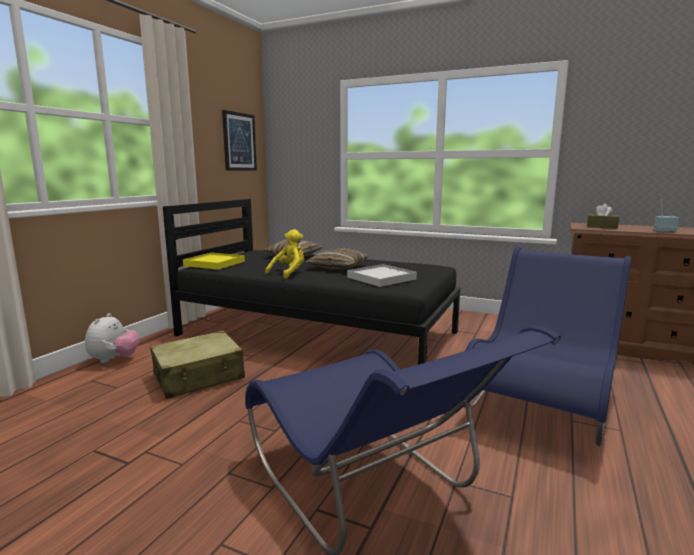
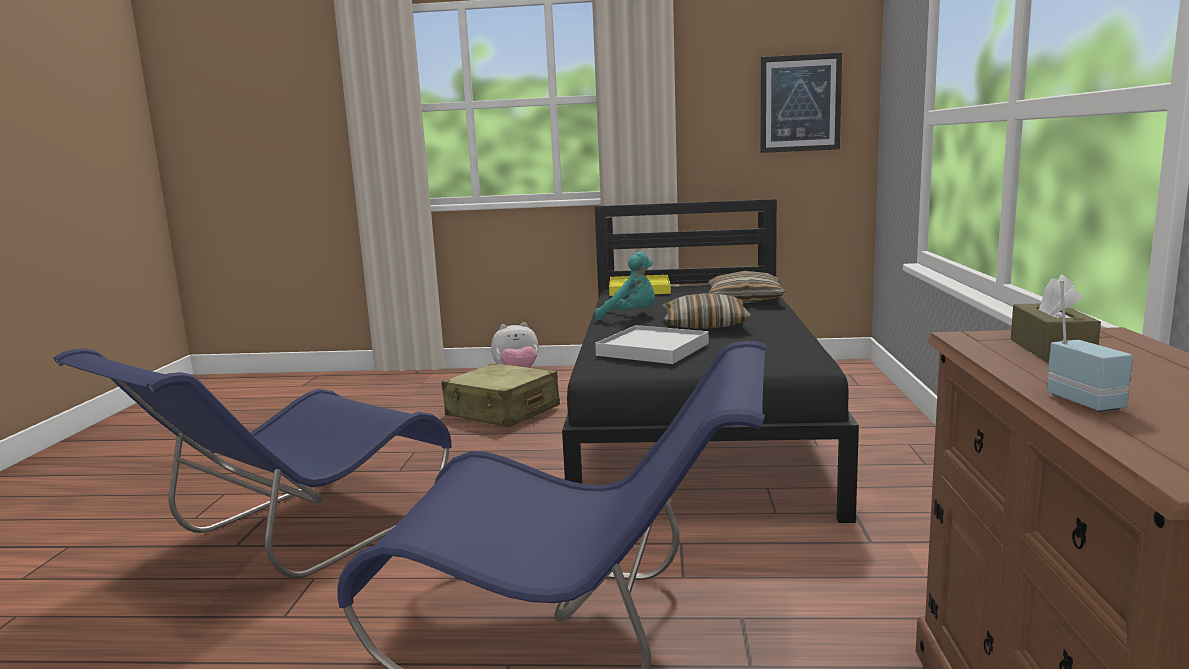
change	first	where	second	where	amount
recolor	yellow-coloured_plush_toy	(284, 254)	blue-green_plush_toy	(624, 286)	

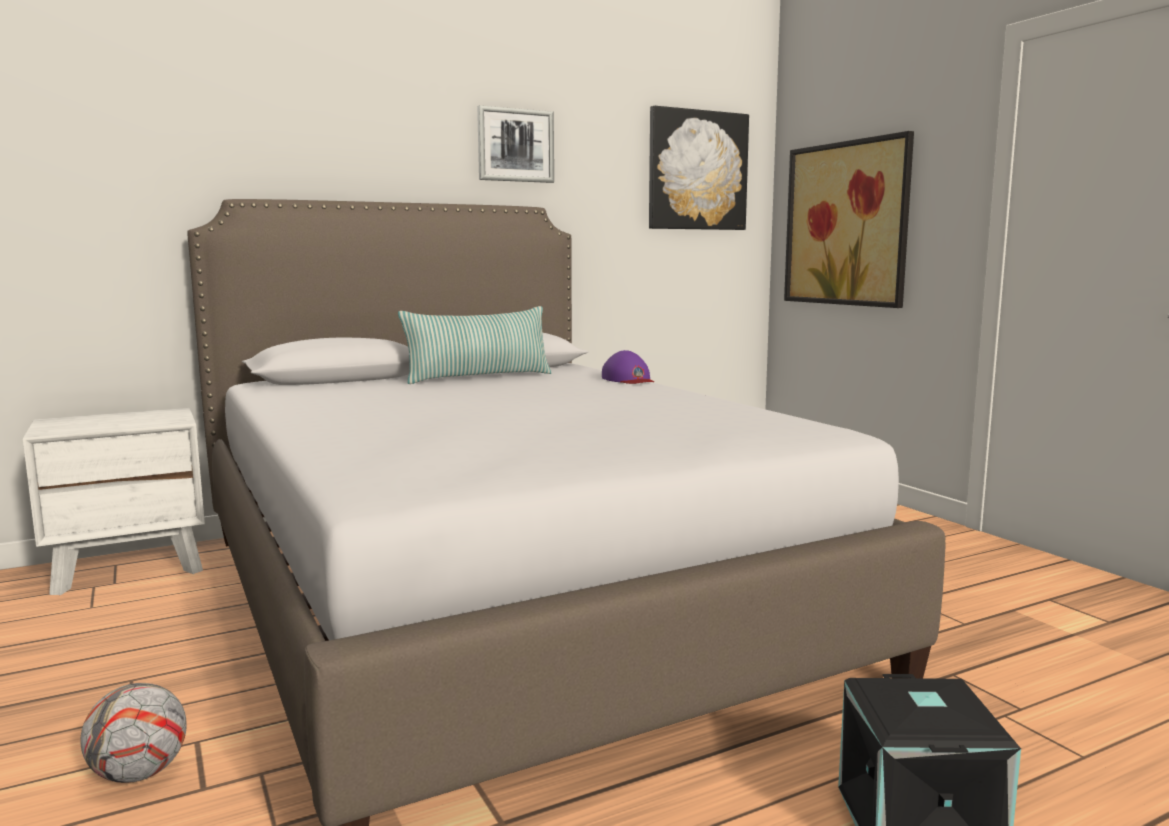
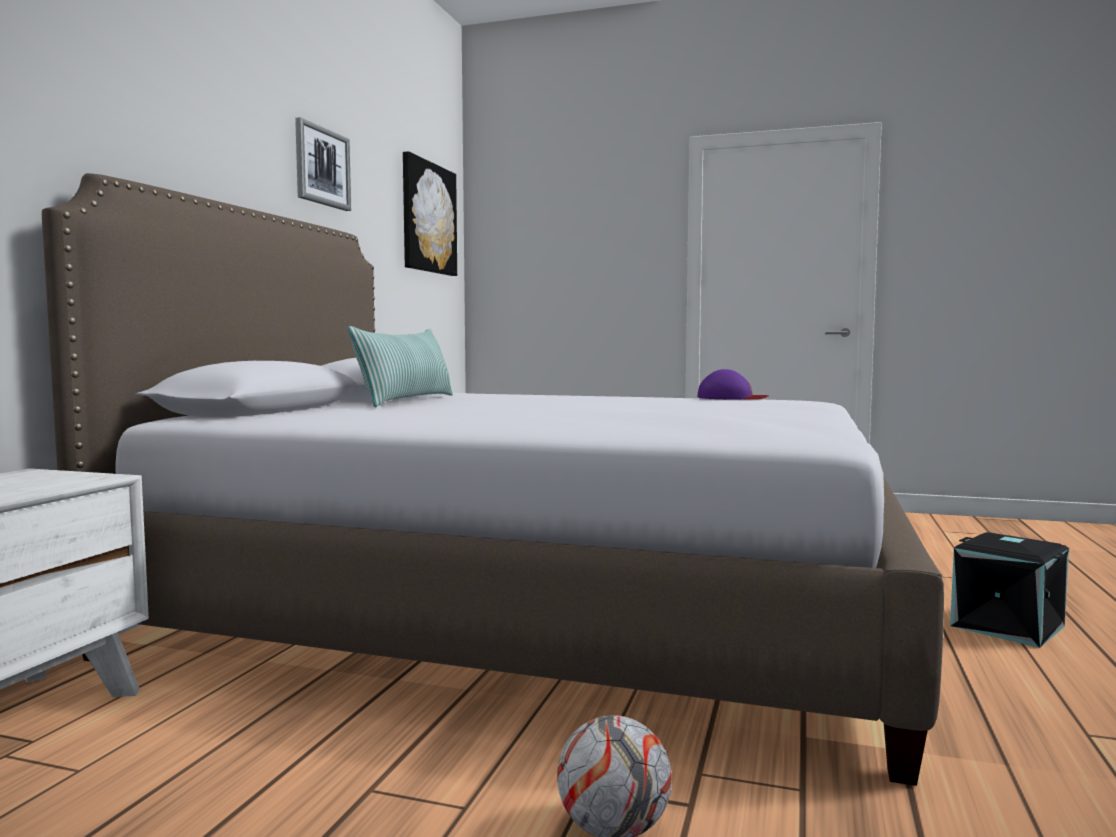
change	first	where	second	where	amount
move	purple_baseball_cap	(628, 367)		(733, 384)	
delete	wall_picture	(849, 219)			

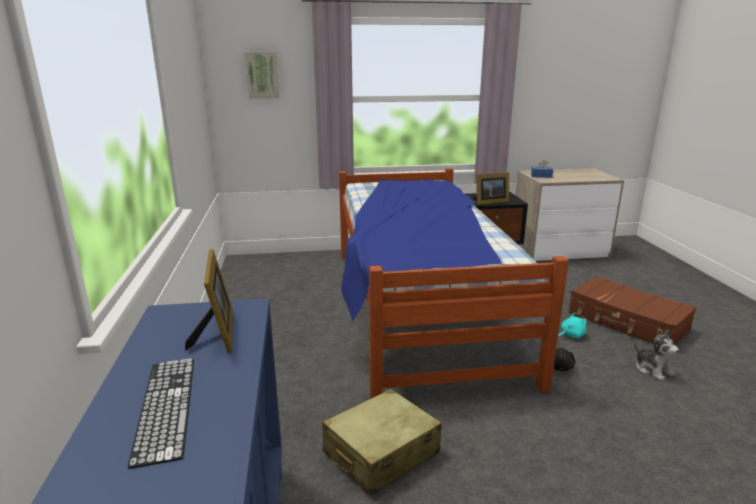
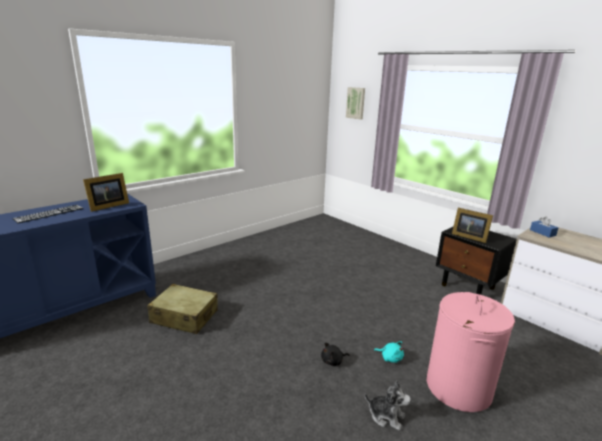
change	first	where	second	where	amount
rotate	plush_toy	(656, 355)		(388, 405)	90 degrees counterclockwise
replace	brownish_piece_of_luggage	(632, 310)	pink_laundry_basket	(471, 352)	
delete	bedroom_bed	(454, 283)			

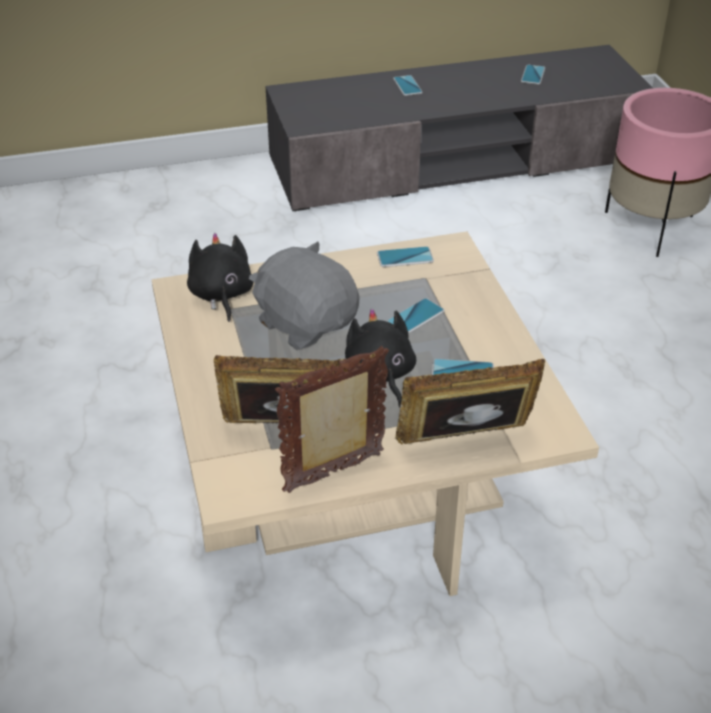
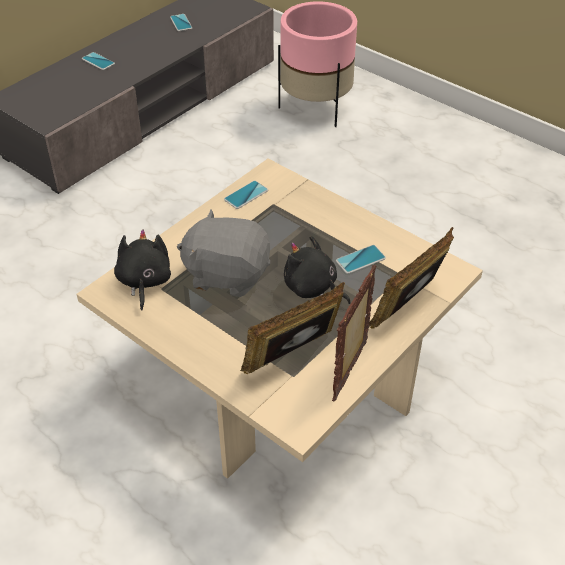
change	first	where	second	where	amount
rotate	black-coloured_plush_toy	(220, 277)		(142, 269)	45 degrees clockwise
delete	handset	(415, 316)			

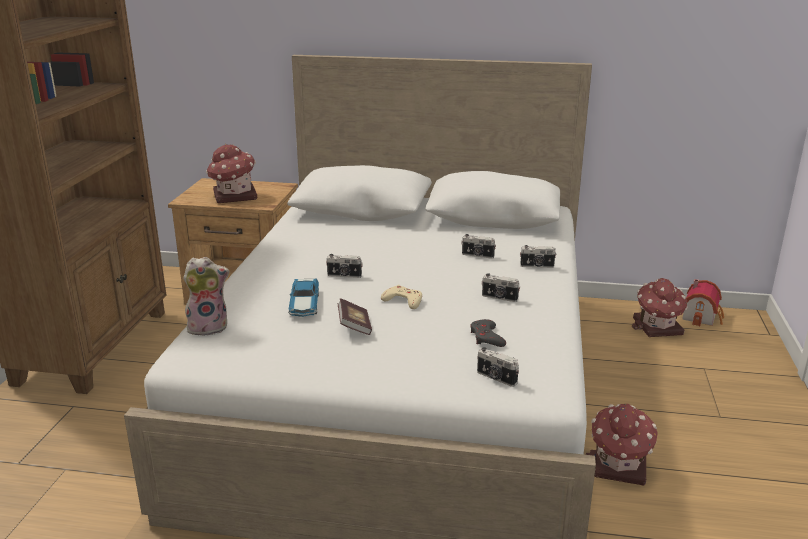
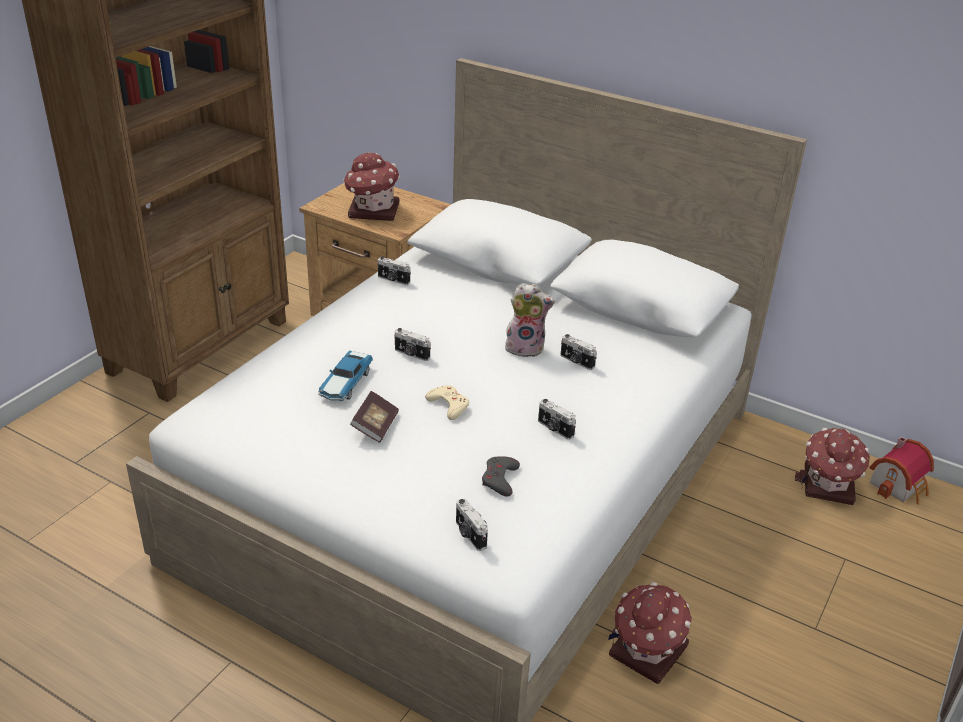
change	first	where	second	where	amount
move	still_camera	(538, 256)		(394, 270)	
move	plush_toy	(206, 296)		(530, 320)	

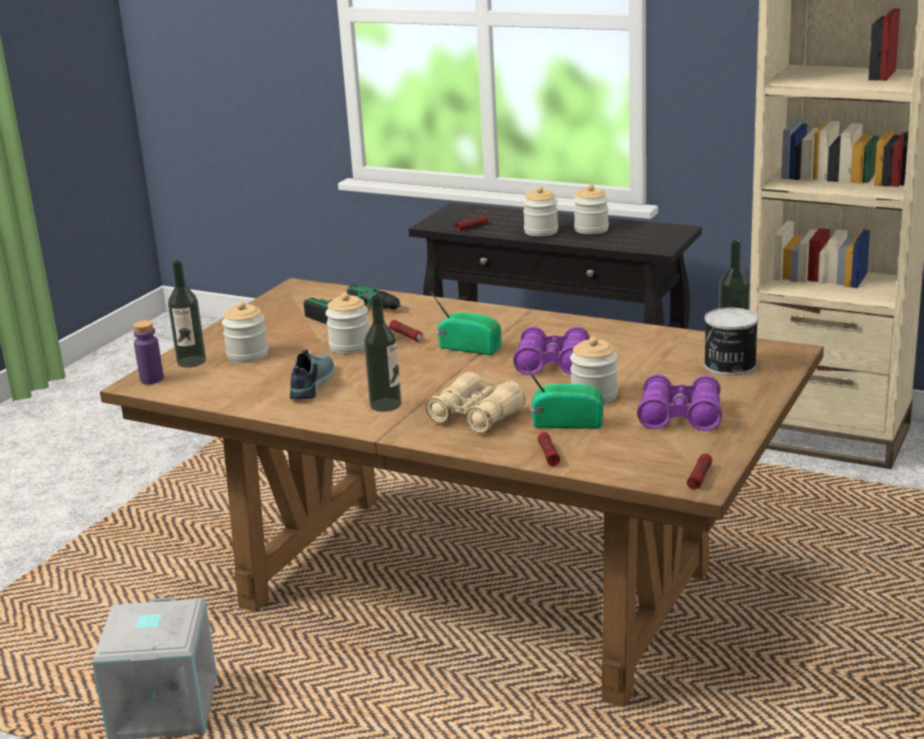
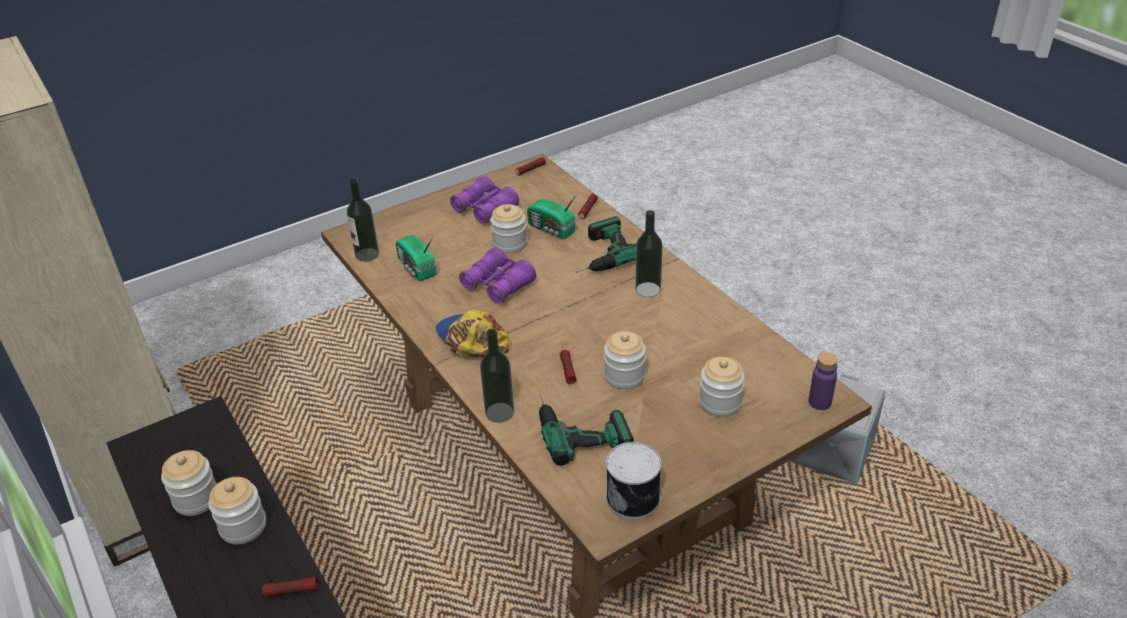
change	first	where	second	where	amount
move	radio	(465, 323)		(416, 258)	
insert			baseball_cap	(472, 333)	
move	beverage_bottle	(187, 314)		(497, 376)	
replace	beige_field_glasses	(476, 402)	drill	(606, 244)	
move	metal_can	(731, 342)		(633, 480)	
delete	low_shoe	(312, 374)			

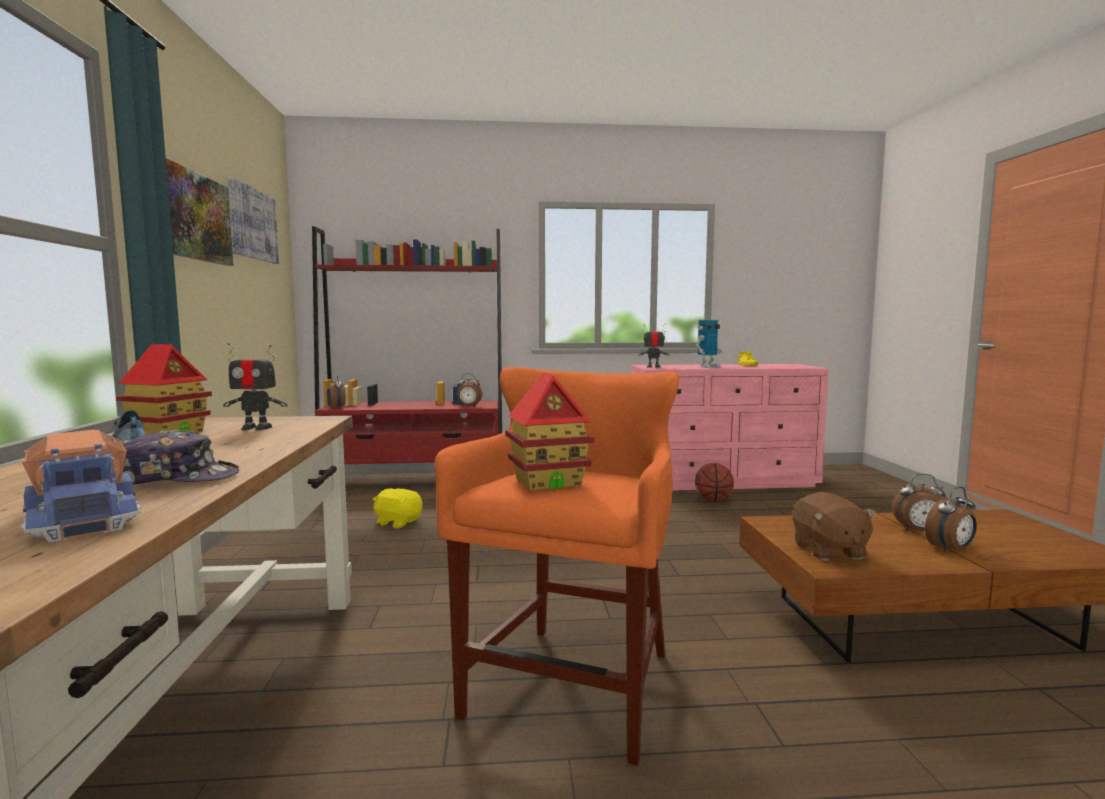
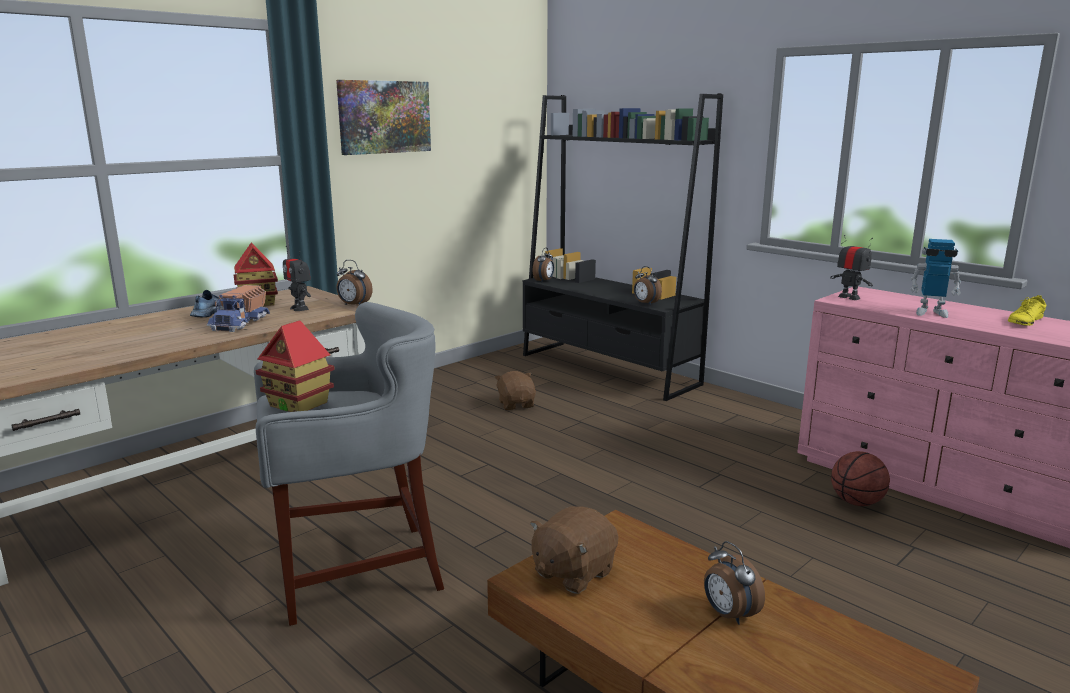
change	first	where	second	where	amount
move	toy_lorry	(81, 486)		(238, 308)	
recolor	orange-coloured_sitting_stool	(557, 566)	grey_sitting_stool	(349, 464)	
move	alarm_clock	(951, 519)		(354, 282)	
recolor	yellow-coloured_plush_toy	(397, 508)	brownish_plush_toy	(515, 390)	
recolor	red-coloured_bookcase	(407, 345)	black-coloured_bookcase	(623, 247)	
delete	baseball_cap	(181, 457)			
delete	wall_picture	(253, 220)			

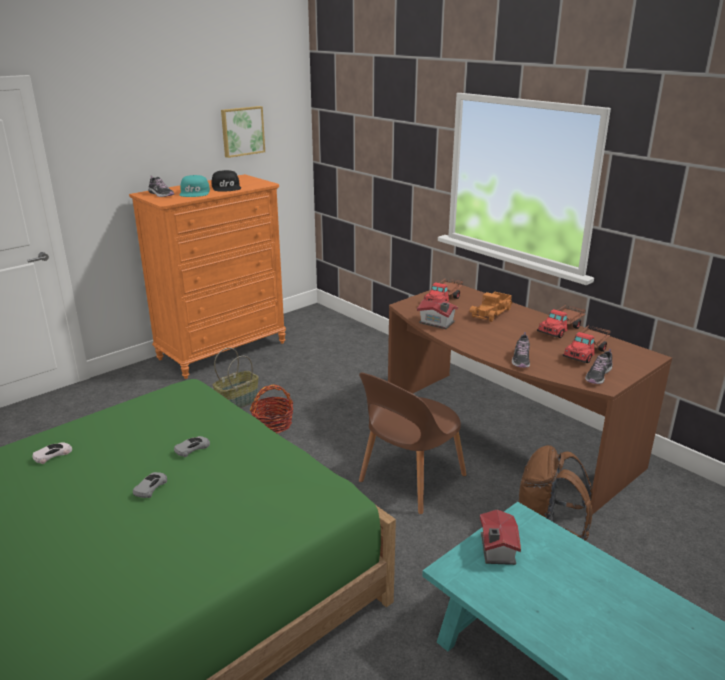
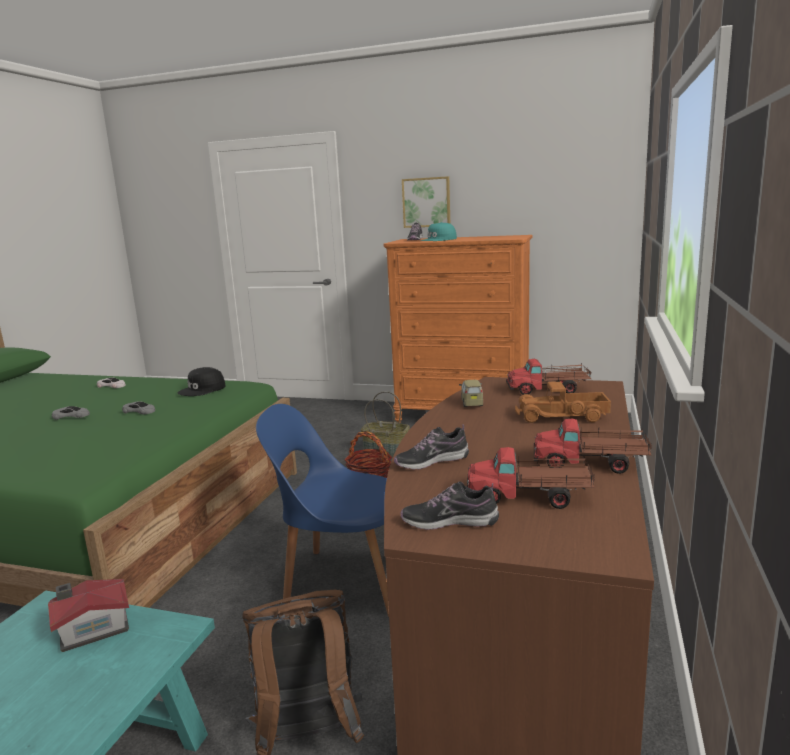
change	first	where	second	where	amount
move	black-coloured_baseball_cap	(226, 180)		(202, 381)	
recolor	brownish_chair	(413, 443)	bluish_chair	(322, 510)	
move	wall_picture	(243, 132)		(426, 202)	
replace	model_house	(437, 314)	model_car	(471, 393)	

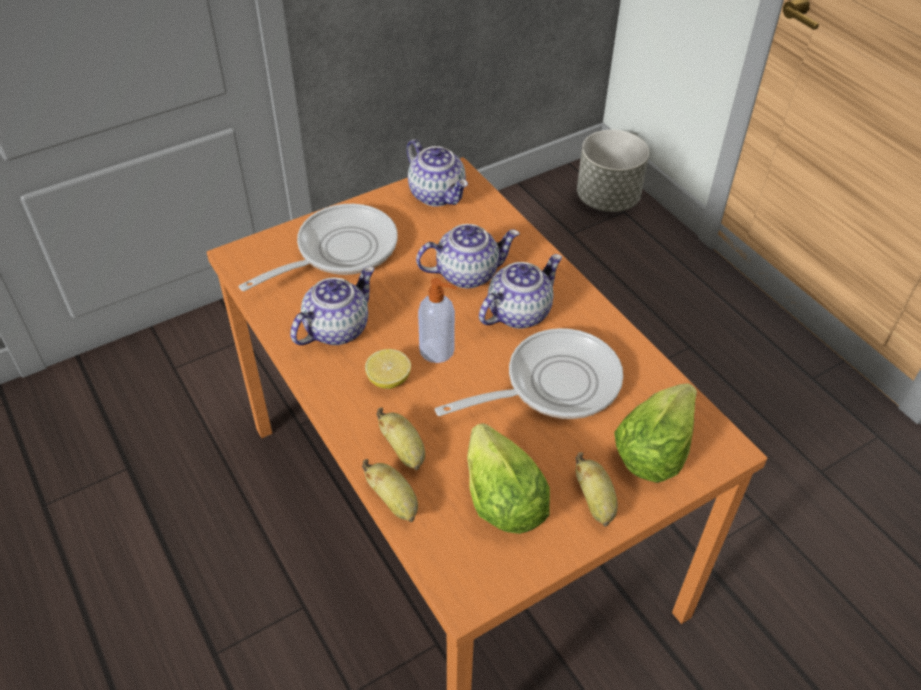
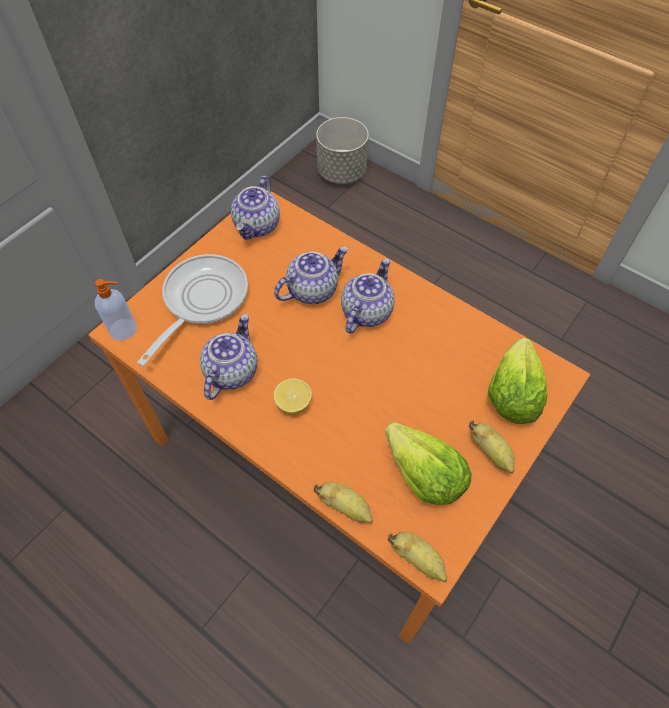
change	first	where	second	where	amount
move	liquid_soap_bottle	(437, 320)		(116, 310)	
rotate	tea_pot	(437, 172)		(255, 208)	75 degrees clockwise
move	banana	(400, 439)		(417, 557)	
delete	frying_pan	(528, 373)			

